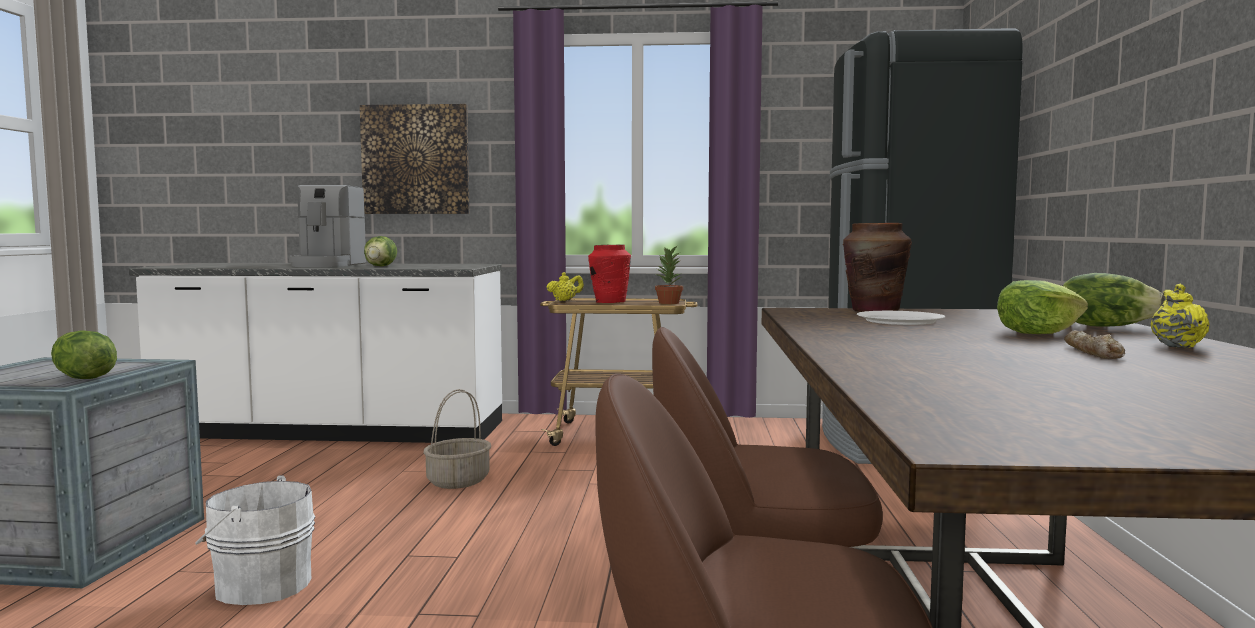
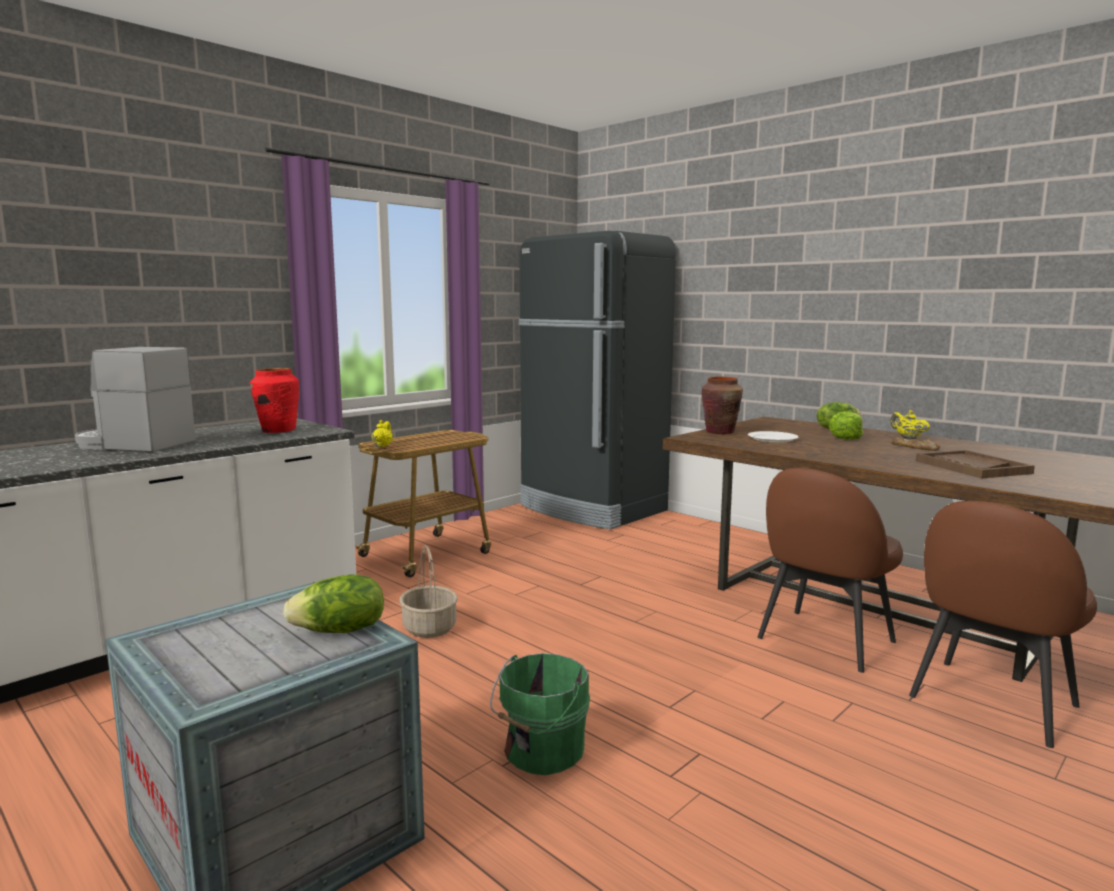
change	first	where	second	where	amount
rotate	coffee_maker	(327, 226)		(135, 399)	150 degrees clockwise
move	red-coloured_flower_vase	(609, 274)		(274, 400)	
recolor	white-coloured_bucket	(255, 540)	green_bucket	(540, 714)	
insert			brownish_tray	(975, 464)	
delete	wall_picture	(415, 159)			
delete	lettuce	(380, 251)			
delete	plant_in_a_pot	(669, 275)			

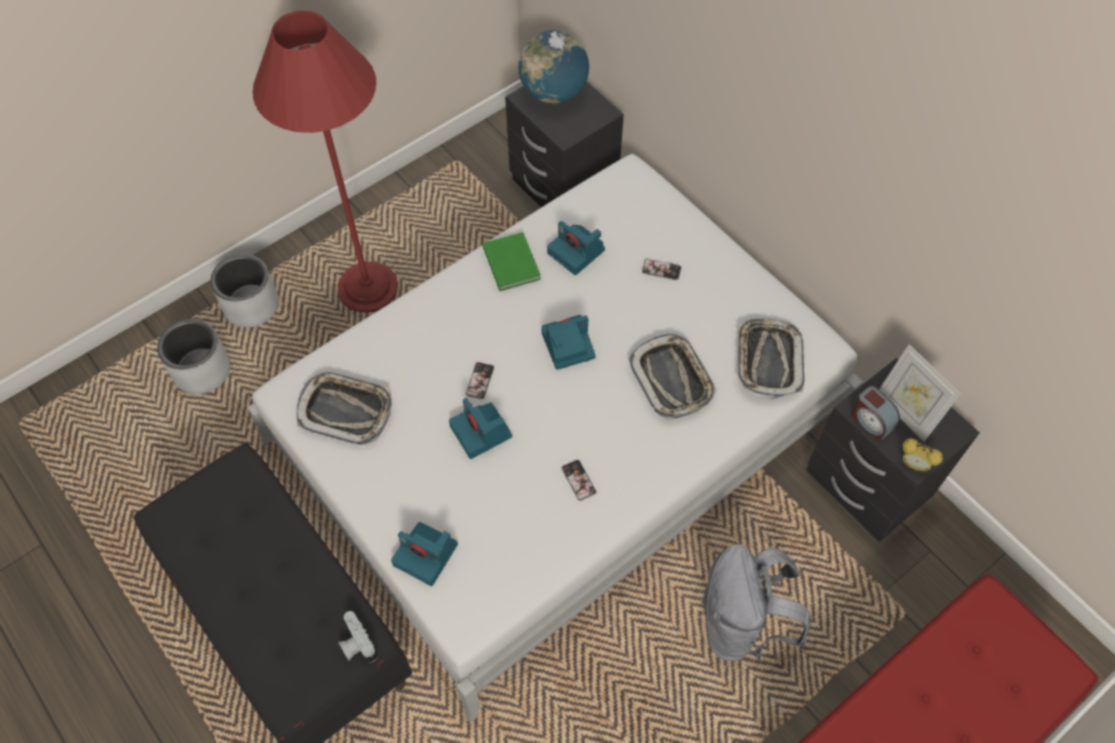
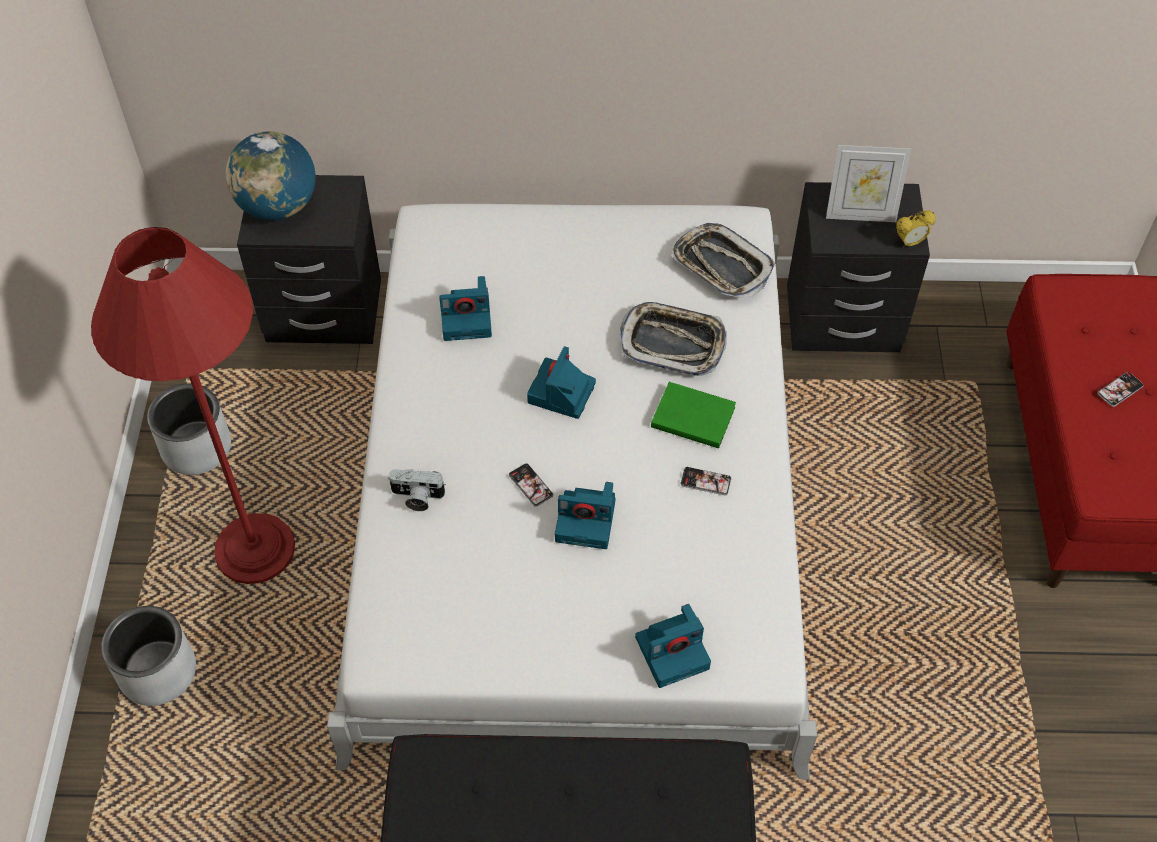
change	first	where	second	where	amount
move	grey_plant_pot	(194, 356)		(189, 429)	
move	still_camera	(358, 636)		(416, 490)	
move	green_bound_book	(512, 261)		(693, 415)	
move	handset	(662, 270)		(1120, 389)	
delete	tray	(344, 408)			
delete	grey_rucksack	(756, 602)			
delete	alarm_clock	(875, 414)			

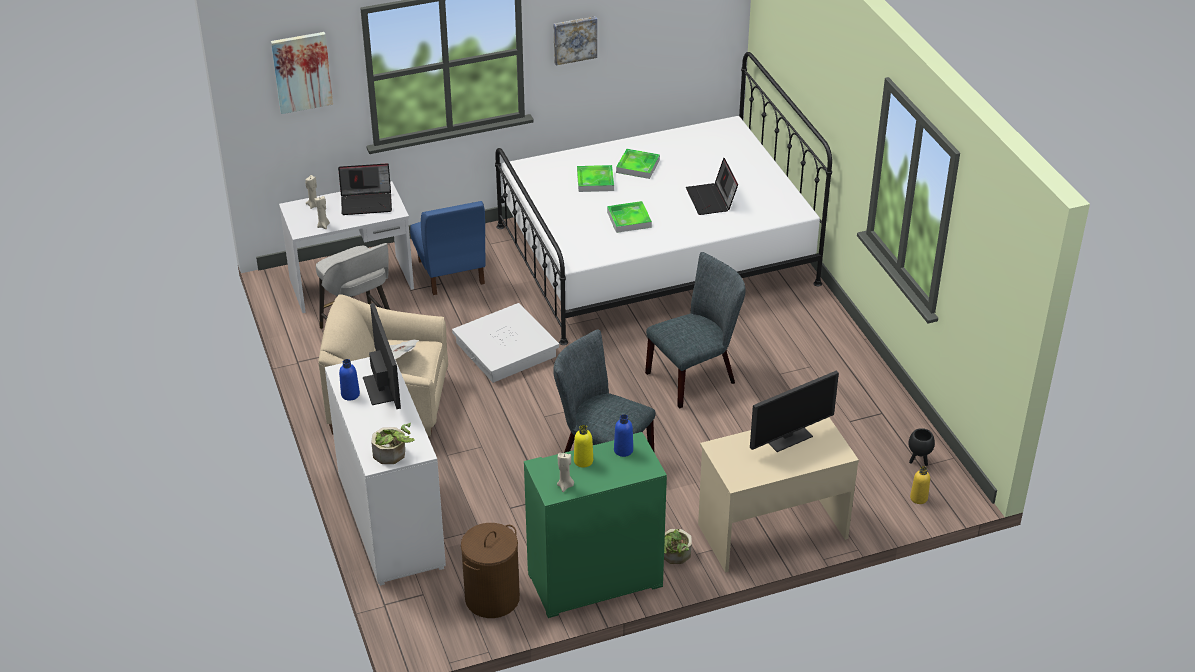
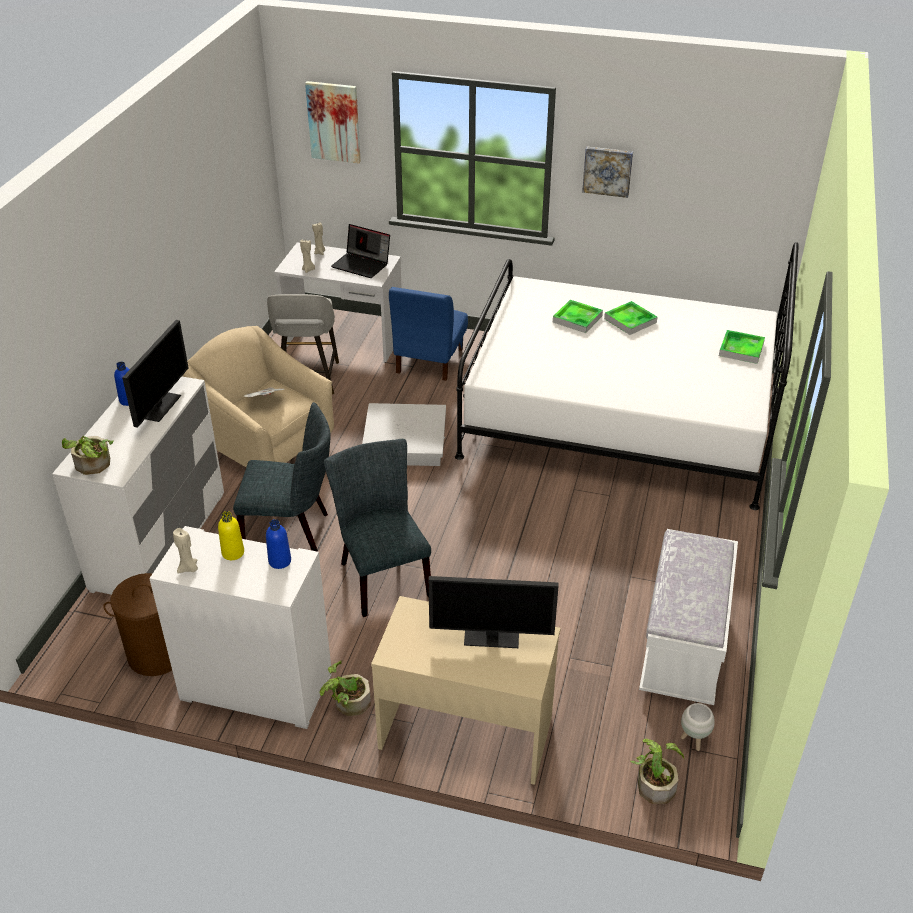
change	first	where	second	where	amount
recolor	green_storage_cabinet	(595, 525)	white-coloured_storage_cabinet	(240, 627)	
move	grey_chair	(695, 330)		(282, 477)	
replace	yellow-coloured_beverage_bottle	(920, 485)	plant_in_a_pot	(657, 771)	
insert			white-coloured_long_seat	(688, 617)	
recolor	black-coloured_plant_pot	(921, 447)	white-coloured_plant_pot	(698, 727)	
move	tray	(629, 217)		(742, 347)	
delete	notebook_computer	(712, 186)			

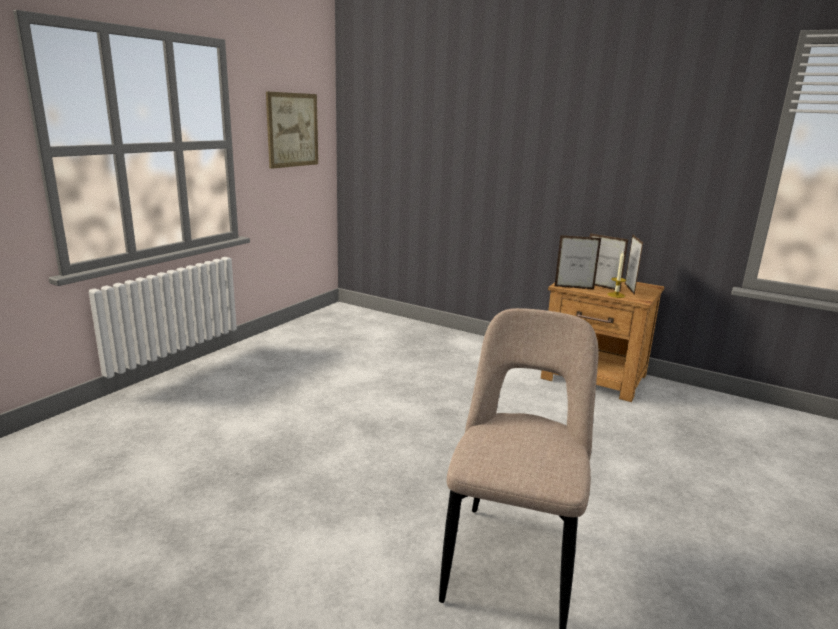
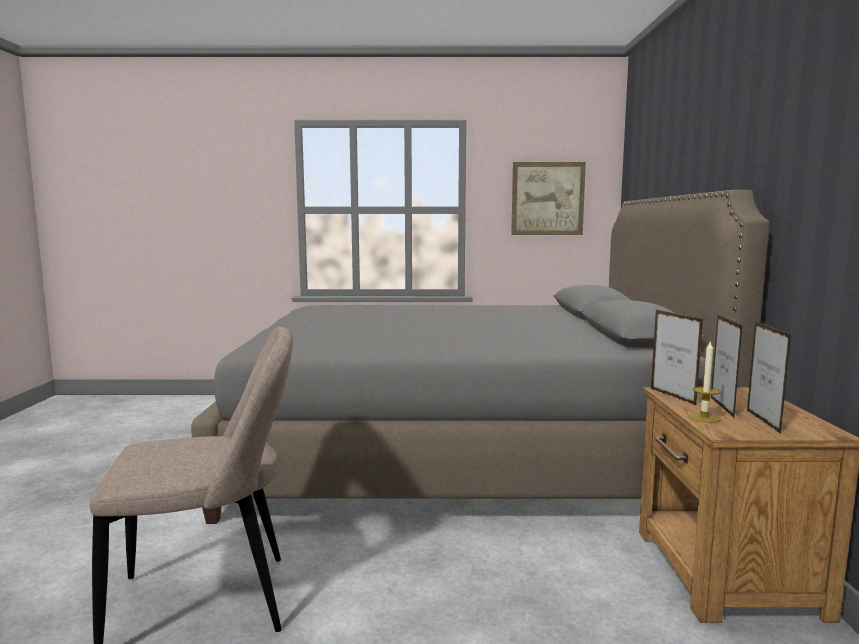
change	first	where	second	where	amount
insert			grey_bedroom_bed	(480, 357)	
rotate	photo_frame	(634, 265)		(769, 377)	120 degrees clockwise

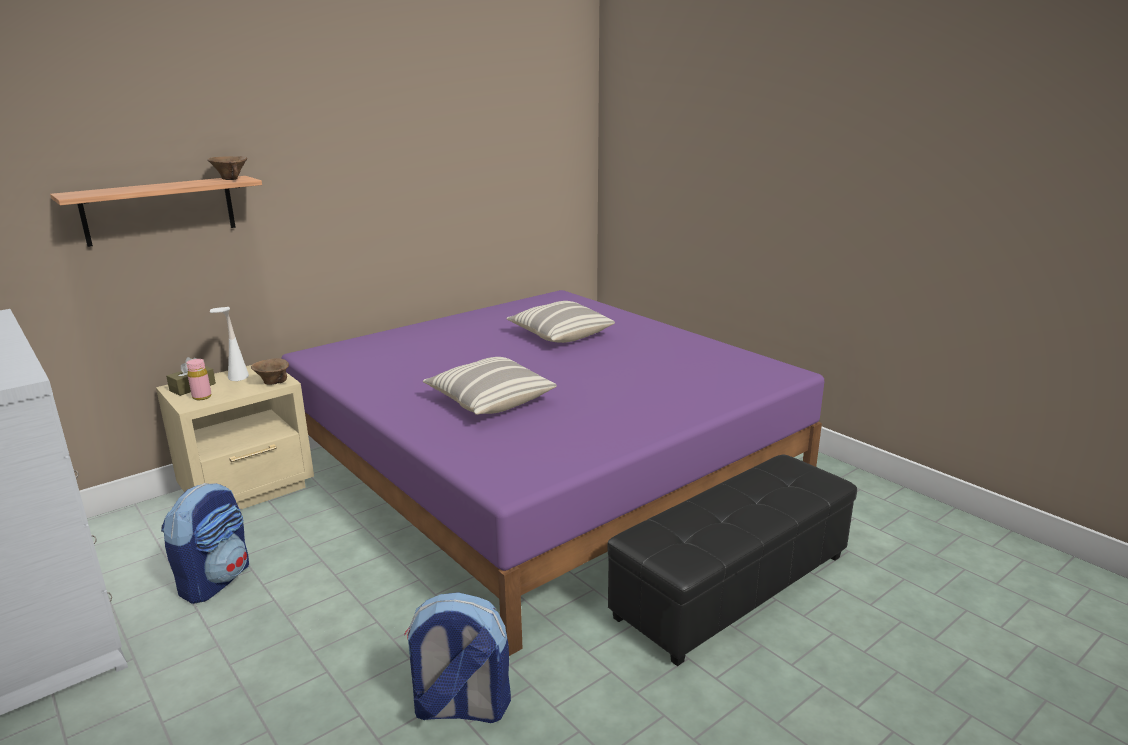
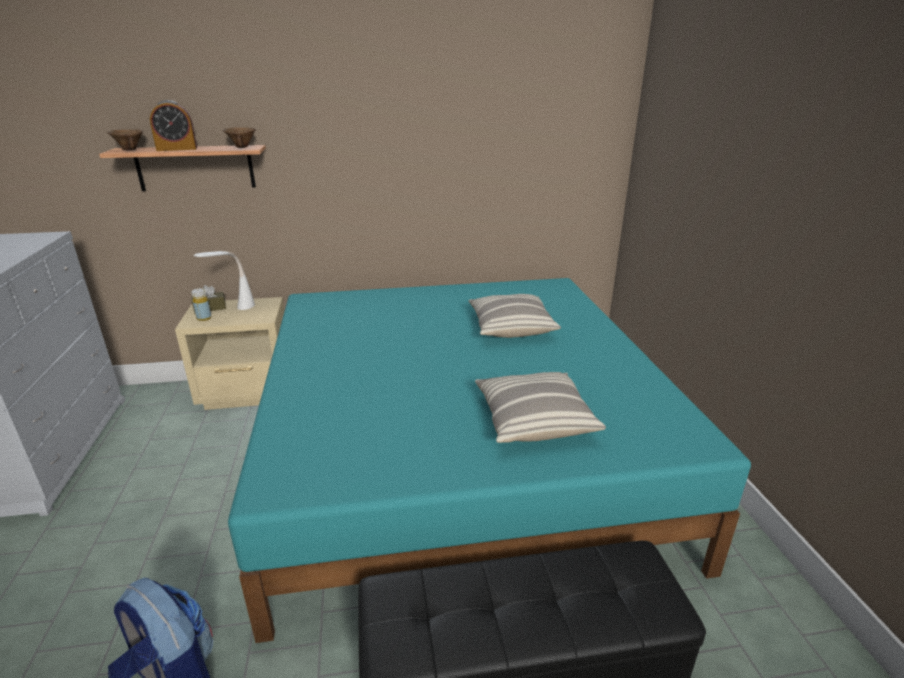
change	first	where	second	where	amount
move	brownish_deep_dish	(270, 371)		(125, 139)	
insert			alarm_clock	(173, 125)	
recolor	pink_beverage_bottle	(199, 379)	yellow-coloured_beverage_bottle	(201, 304)	
recolor	purple_bedroom_bed	(553, 473)	blue-green_bedroom_bed	(489, 460)	
move	pillow	(490, 386)		(540, 407)	
delete	rucksack	(205, 543)			

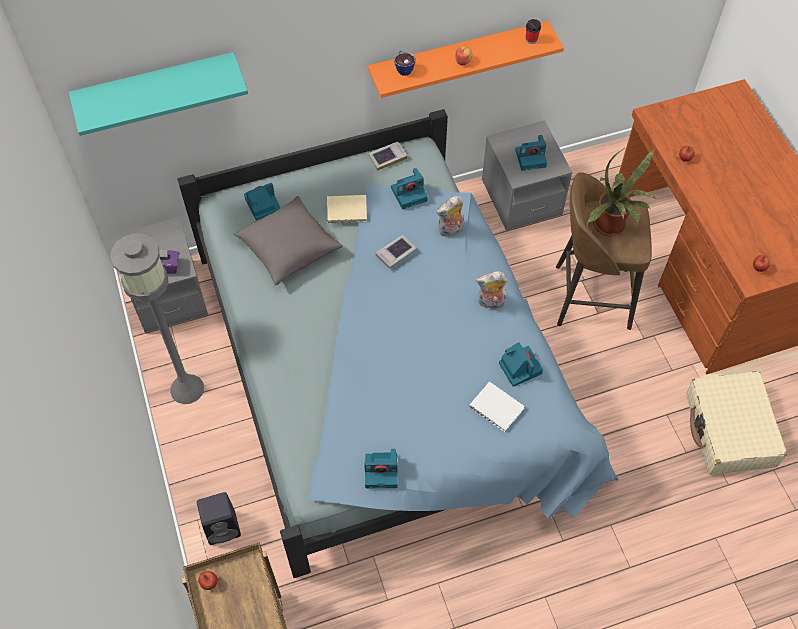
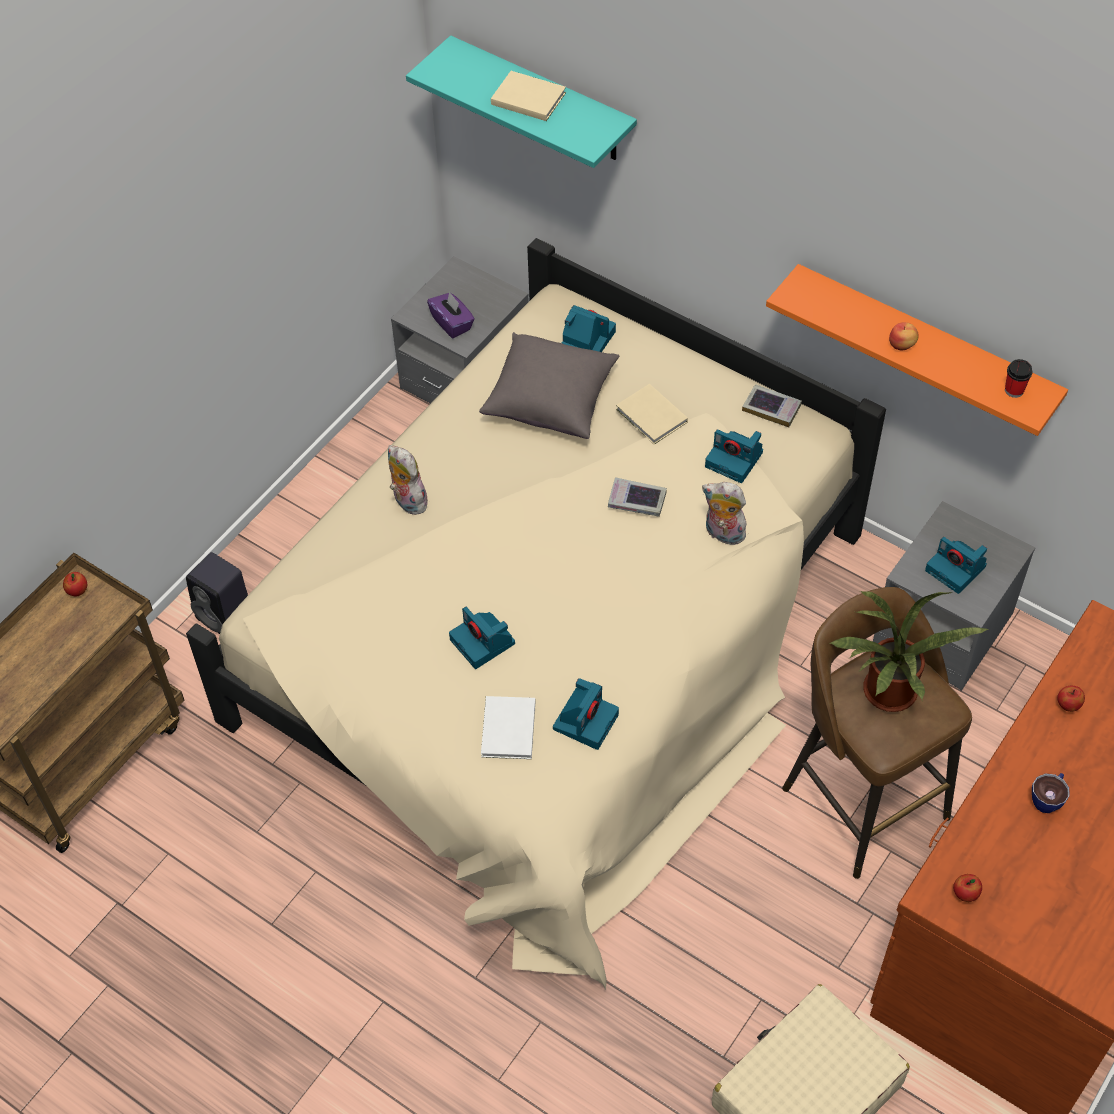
change	first	where	second	where	amount
recolor	bluish_bedroom_bed	(397, 343)	beige_bedroom_bed	(536, 614)	
move	plush_toy	(492, 290)		(408, 480)	
move	still_camera	(381, 468)		(482, 638)	
insert			beige_bound_book	(528, 96)	
move	small_cup	(405, 63)		(1051, 793)	
delete	grey_floor_lamp	(157, 318)			

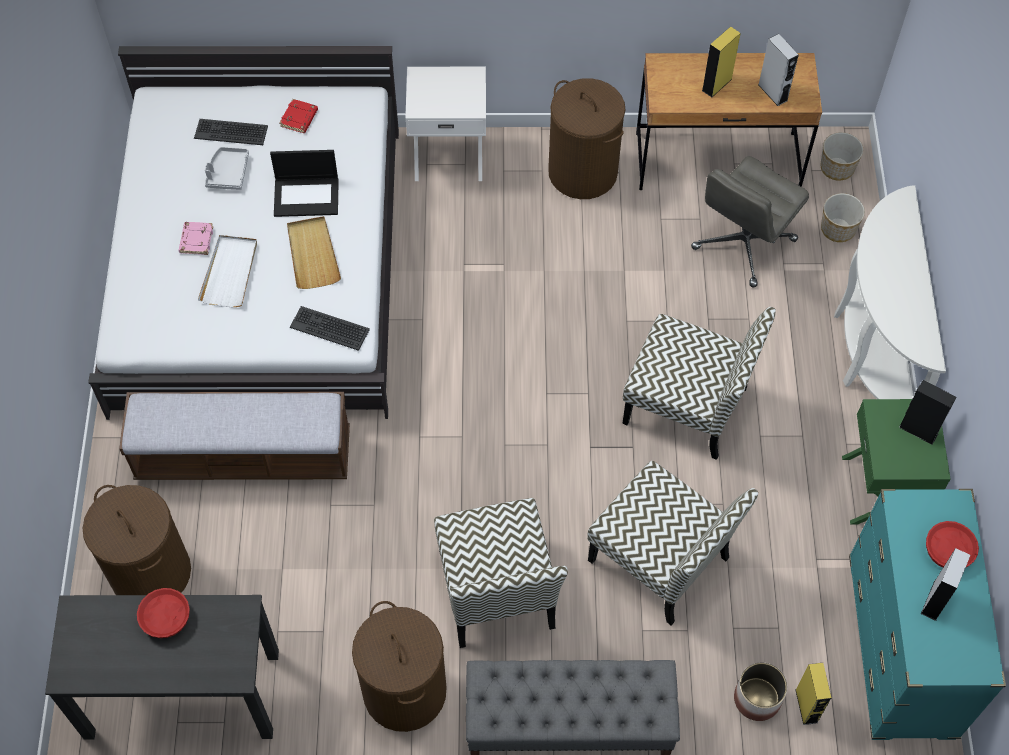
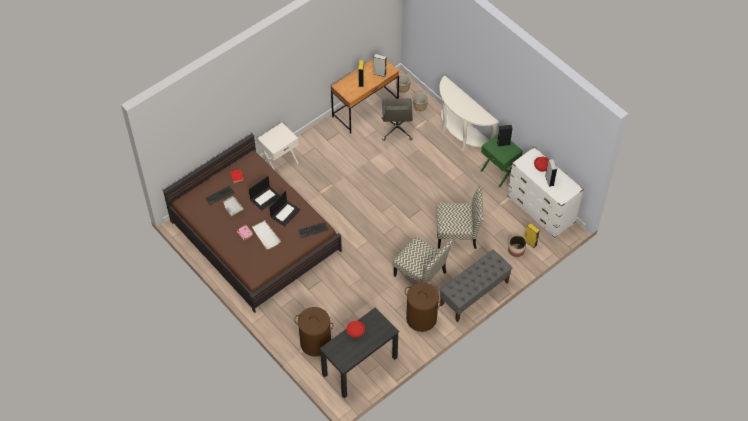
change	first	where	second	where	amount
recolor	white-coloured_bedroom_bed	(243, 233)	brownish_bedroom_bed	(252, 223)	
replace	beige_tray	(314, 252)	notebook_computer	(285, 208)	
recolor	blue-green_dresser	(927, 614)	white-coloured_dresser	(545, 193)	
delete	long_seat	(234, 436)			
delete	brownish_laundry_basket	(587, 138)			
delete	chair	(699, 383)			

